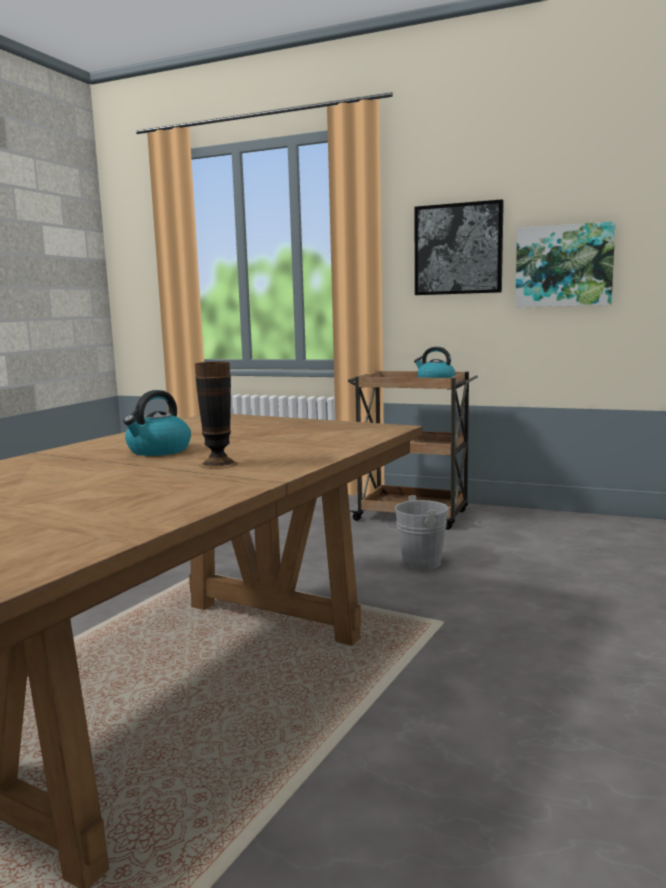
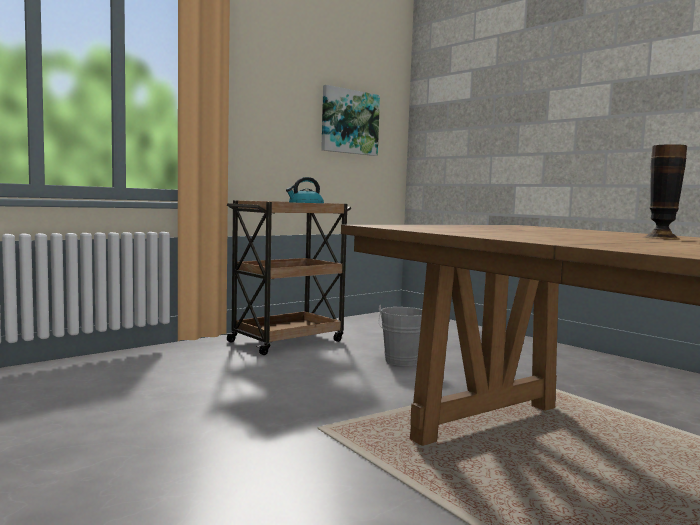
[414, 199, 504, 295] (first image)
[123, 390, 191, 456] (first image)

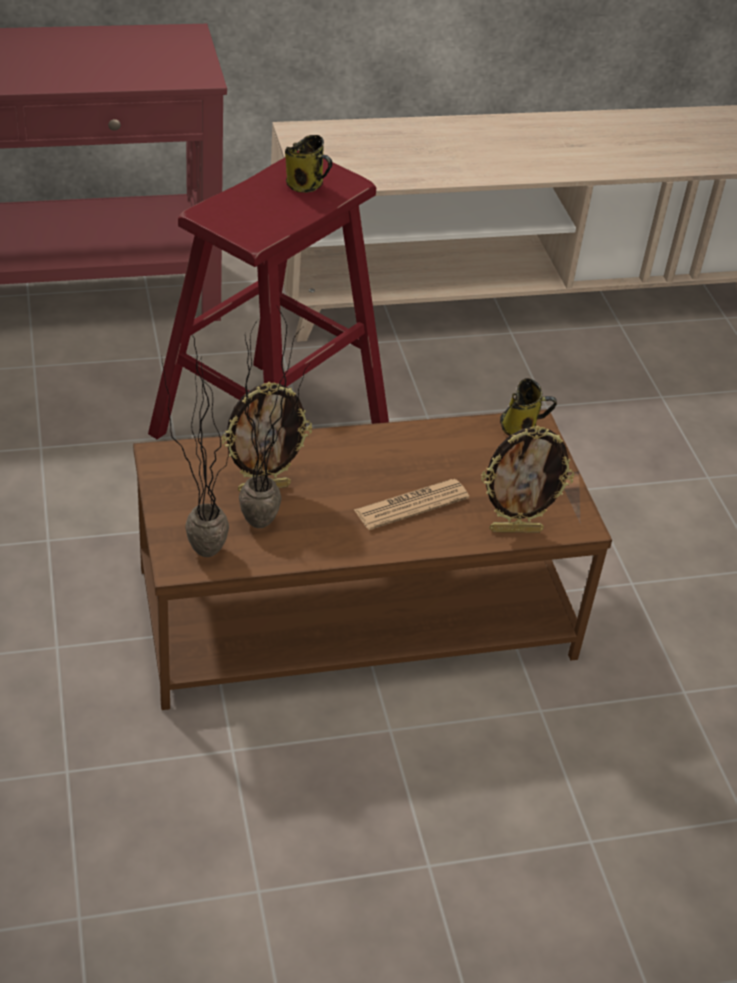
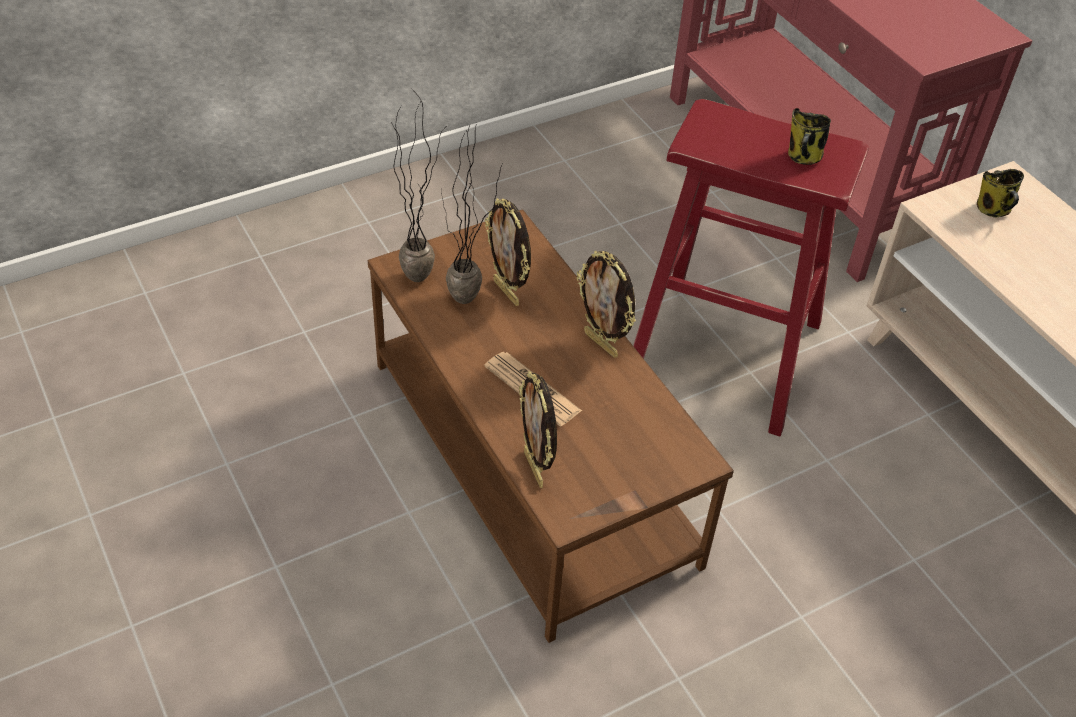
[977, 169, 1024, 217]
[577, 251, 636, 358]

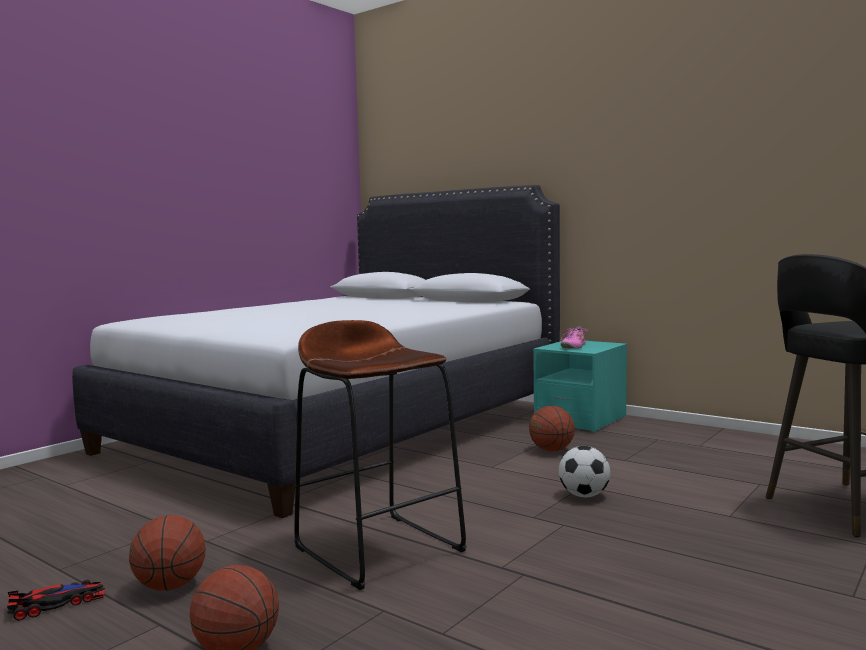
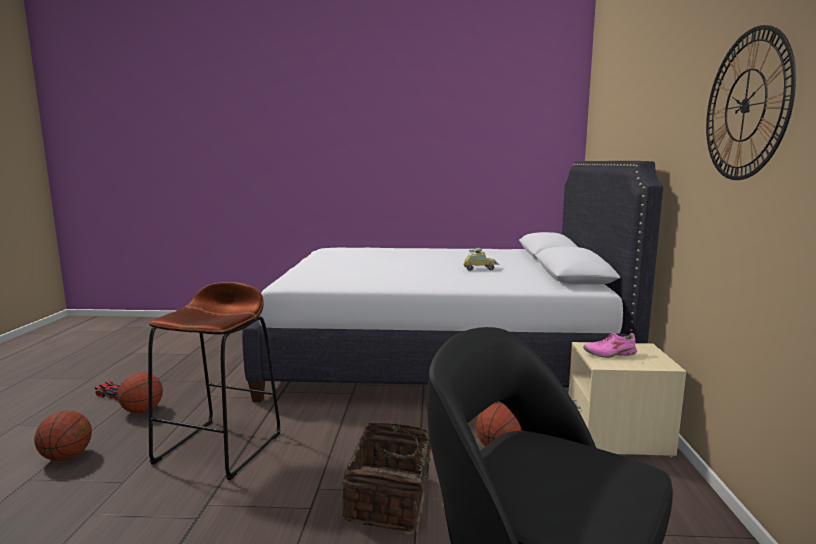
[568, 342, 687, 457]
[342, 423, 431, 532]
[706, 25, 796, 180]
[463, 248, 499, 271]

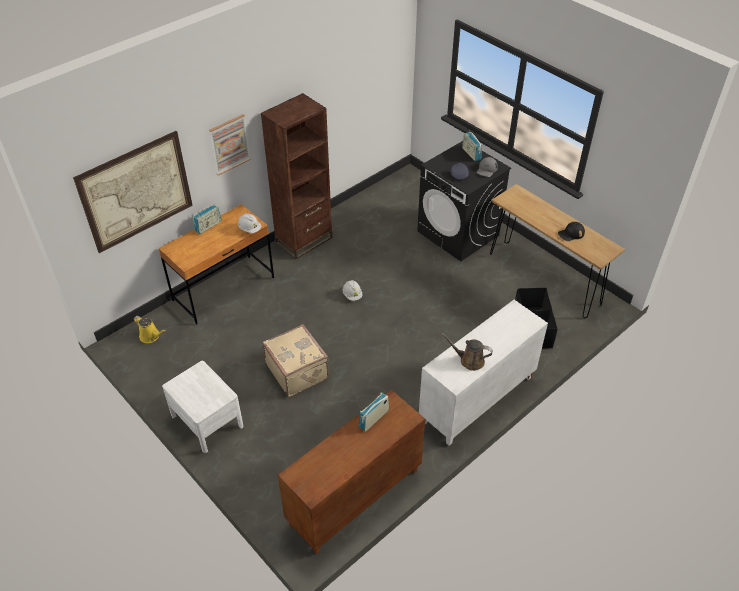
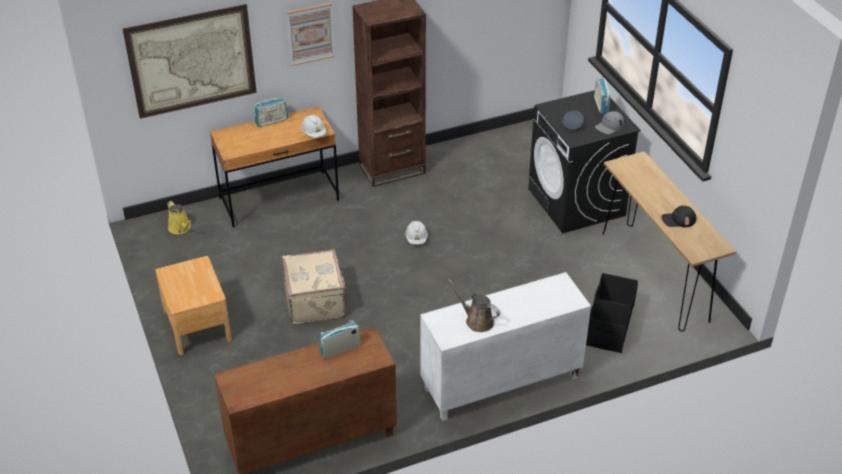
[155, 256, 232, 355]

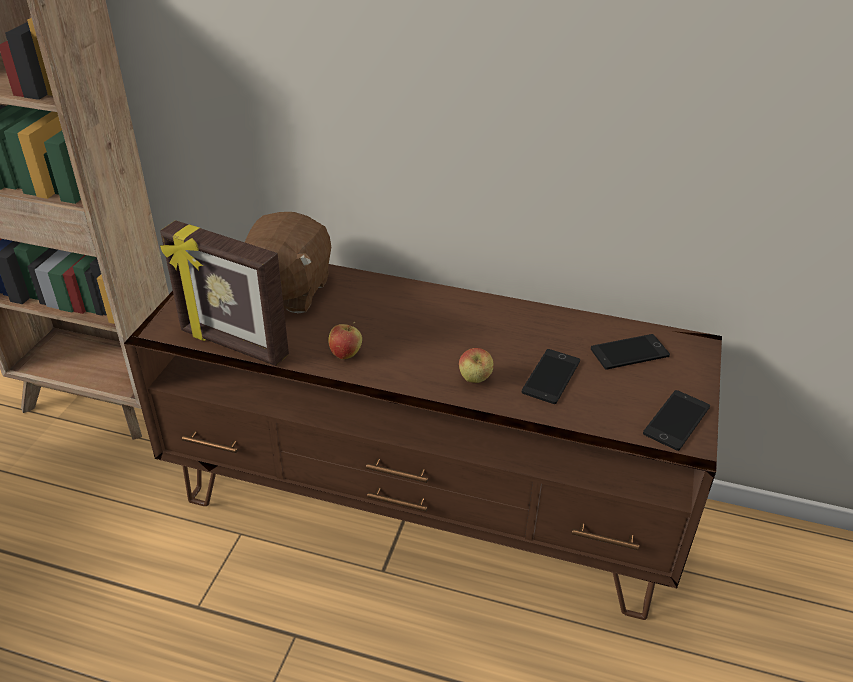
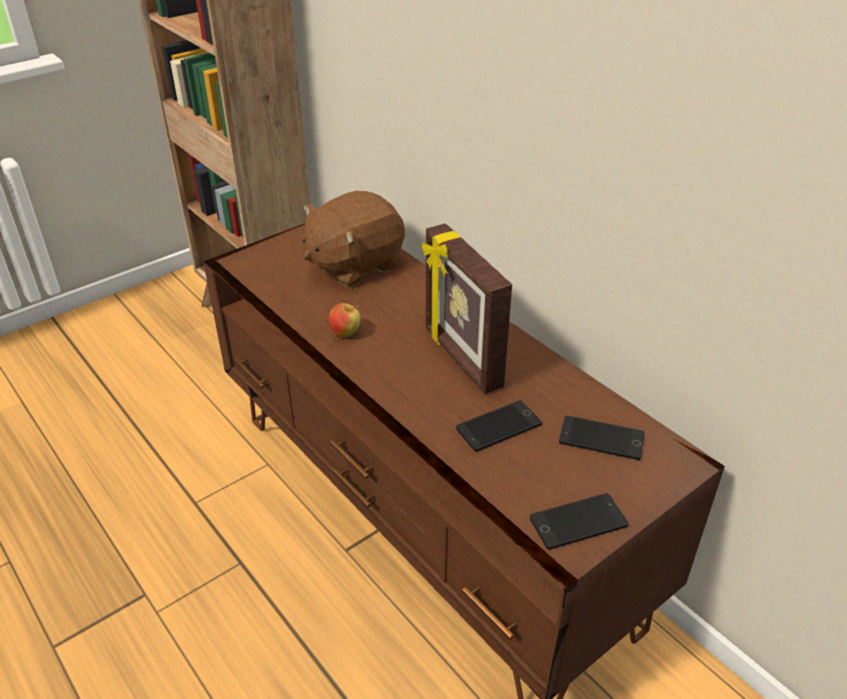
[422, 223, 512, 394]
[459, 348, 493, 383] (first image)

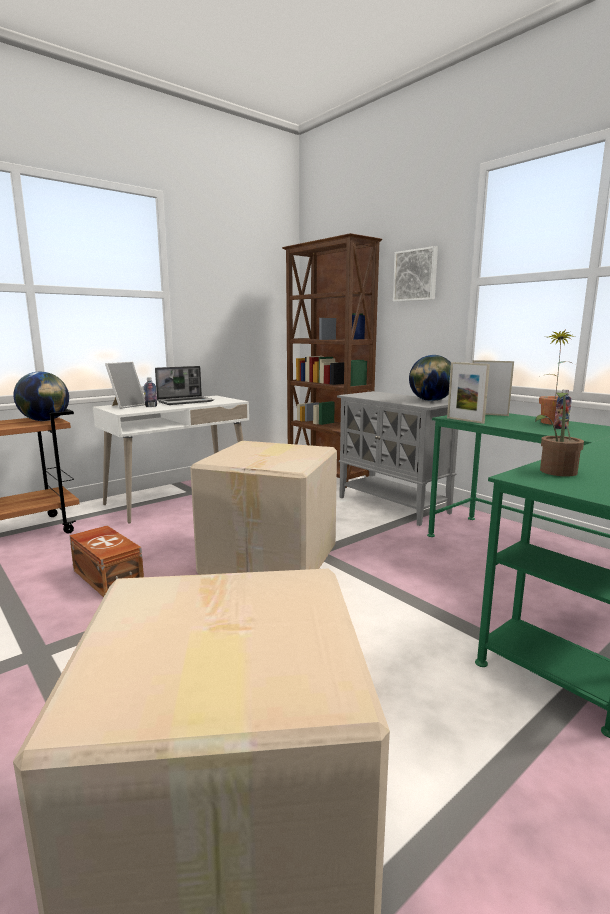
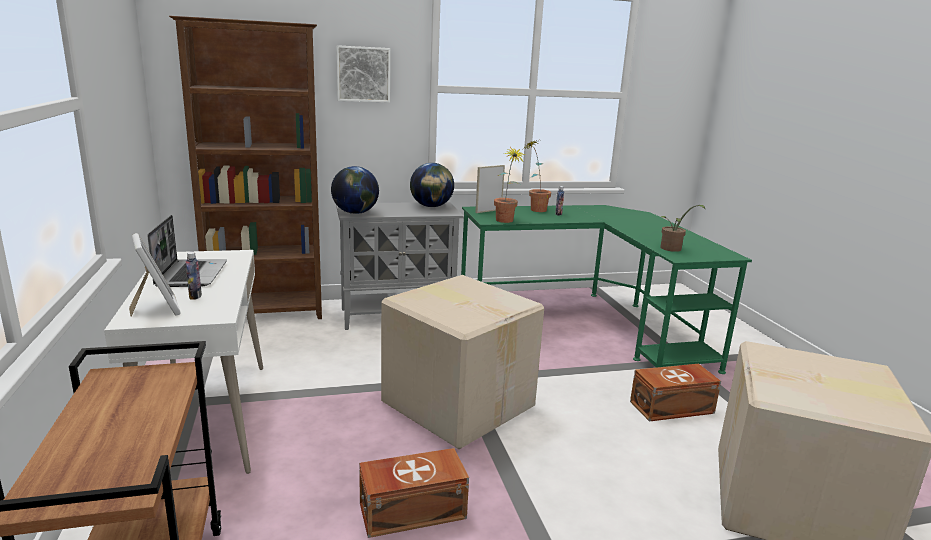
[494, 147, 526, 223]
[331, 166, 379, 214]
[630, 364, 721, 422]

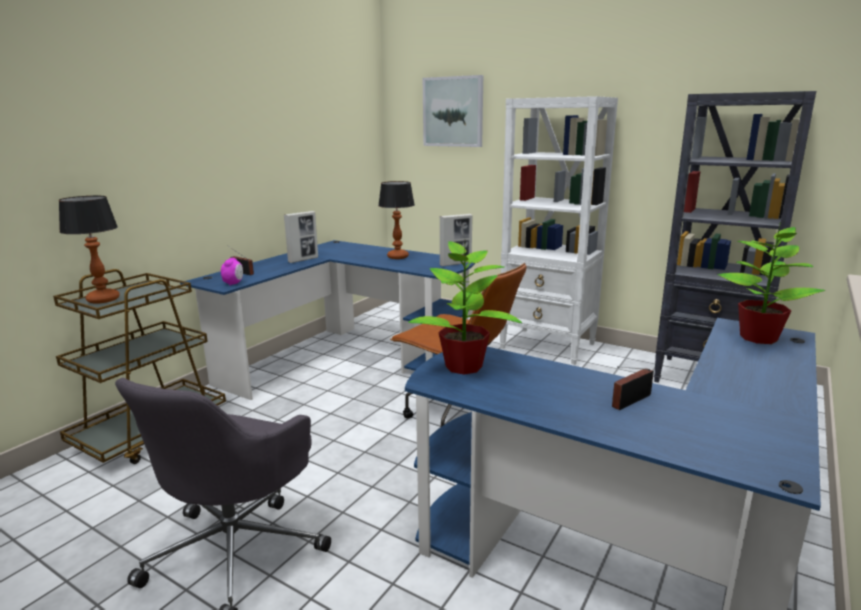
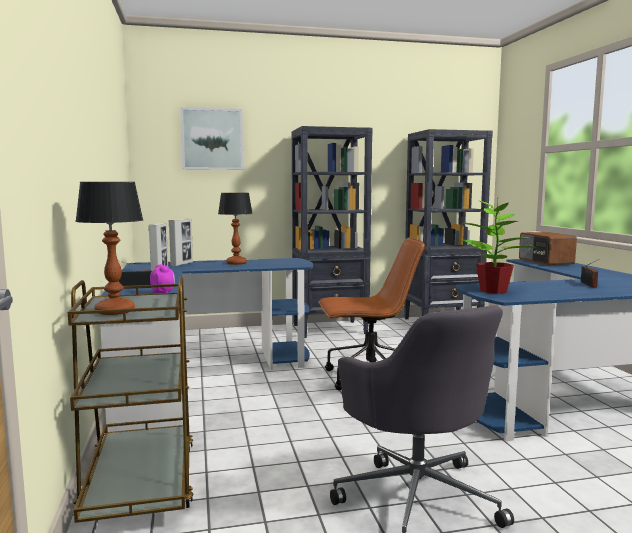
[292, 126, 373, 338]
[169, 219, 193, 266]
[519, 232, 577, 265]

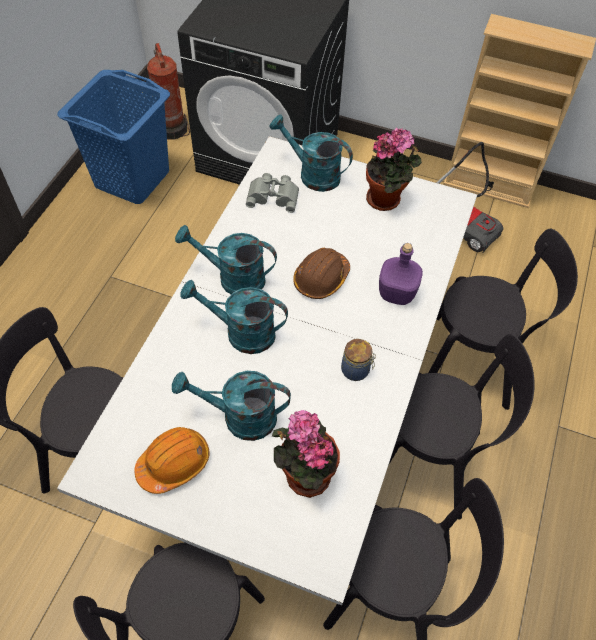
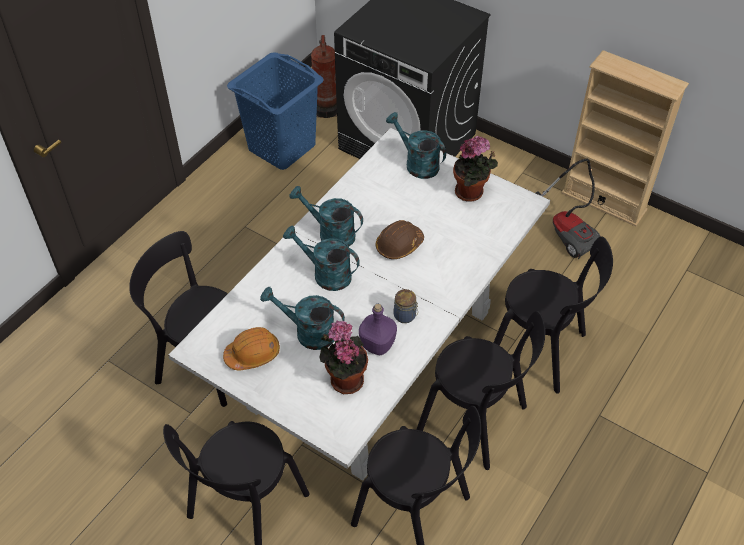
[246, 173, 299, 213] (first image)
[359, 304, 397, 355]

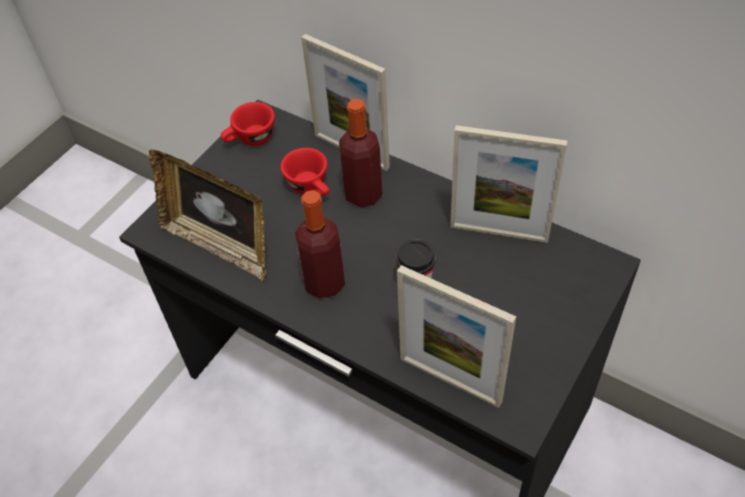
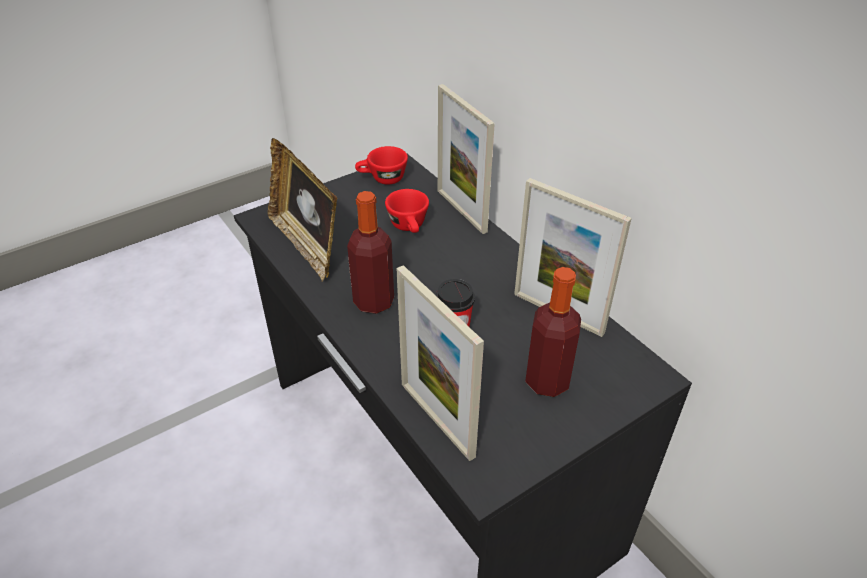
[525, 267, 581, 397]

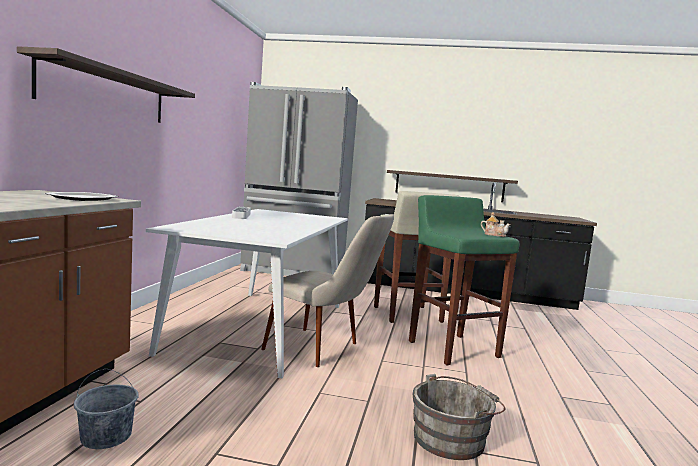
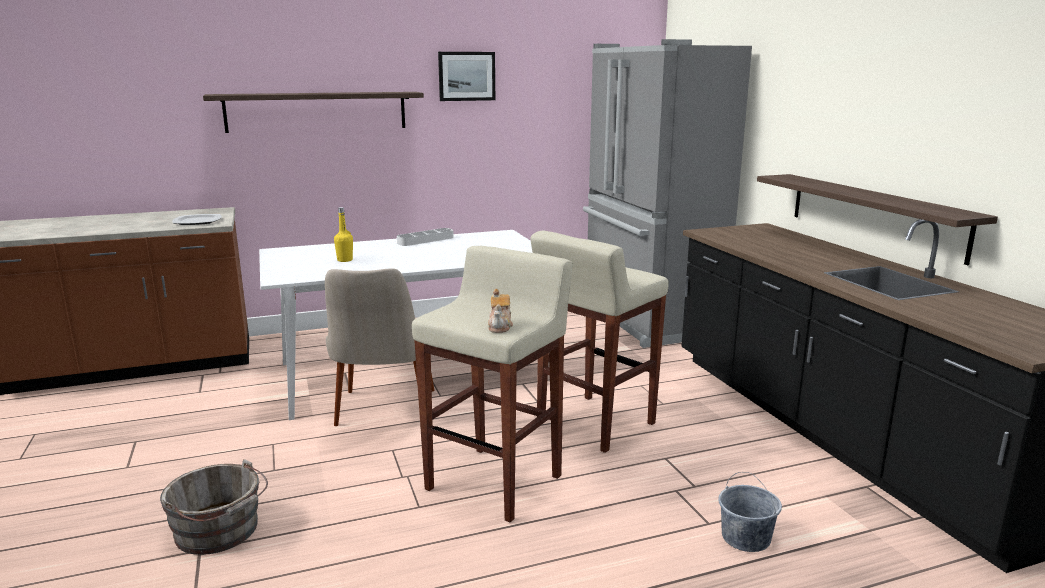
[412, 246, 573, 522]
[718, 472, 782, 552]
[438, 52, 495, 101]
[334, 207, 353, 262]

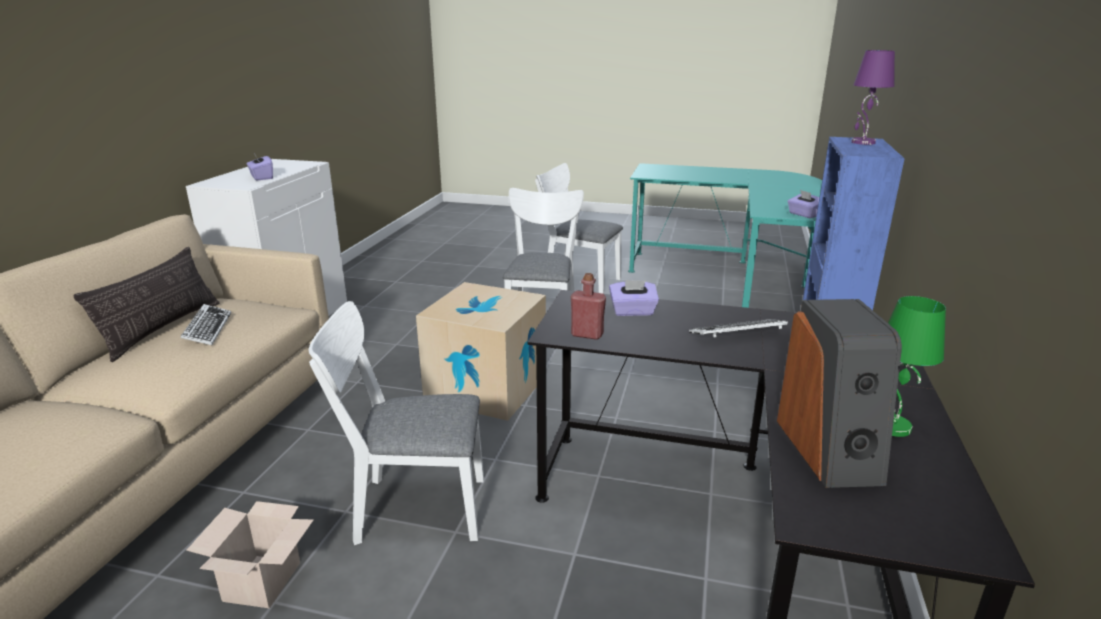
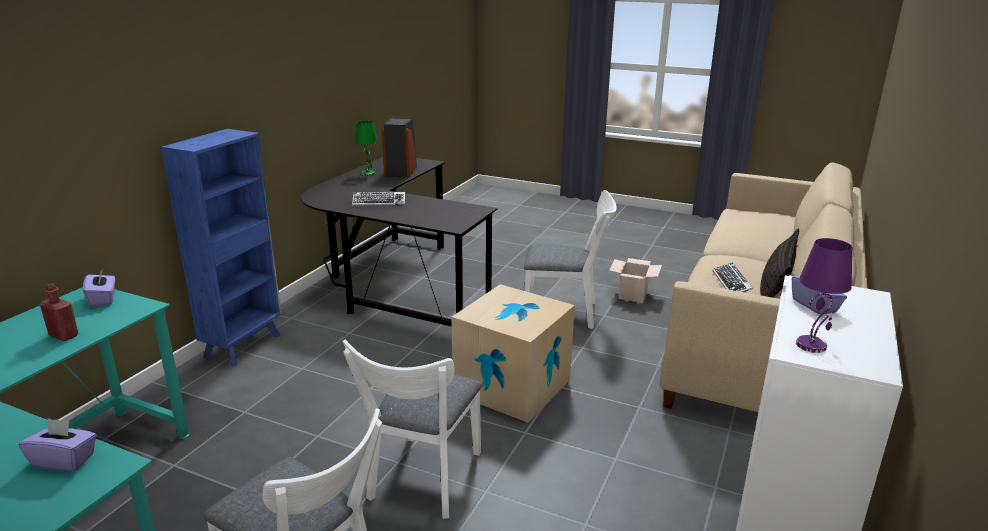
[796, 238, 852, 353]
[40, 283, 79, 341]
[19, 418, 97, 471]

